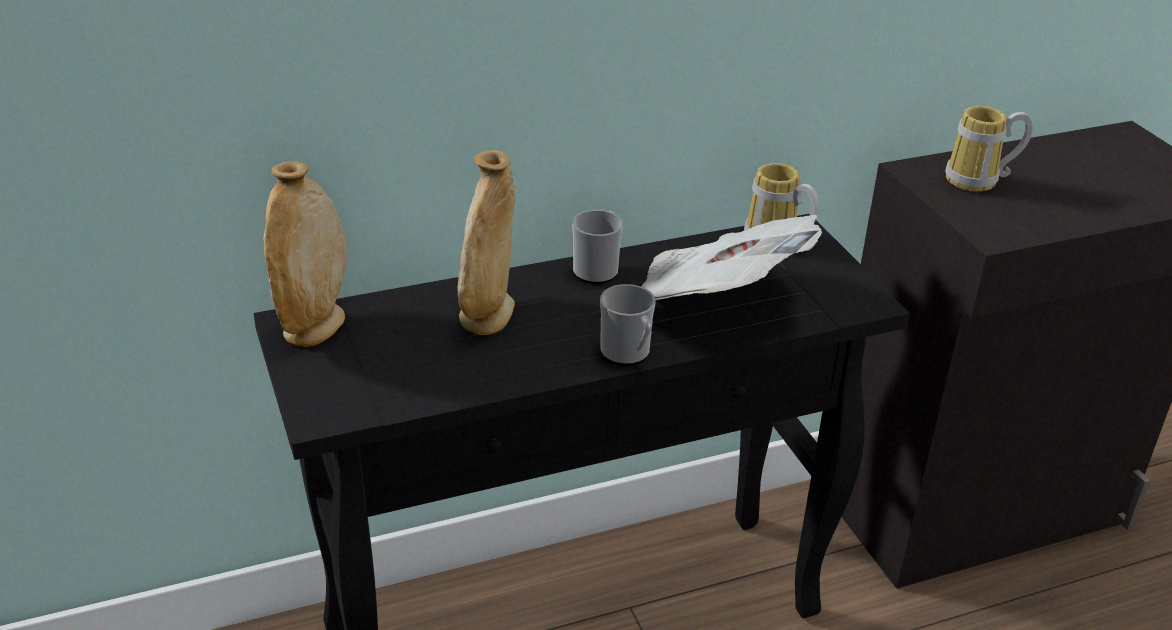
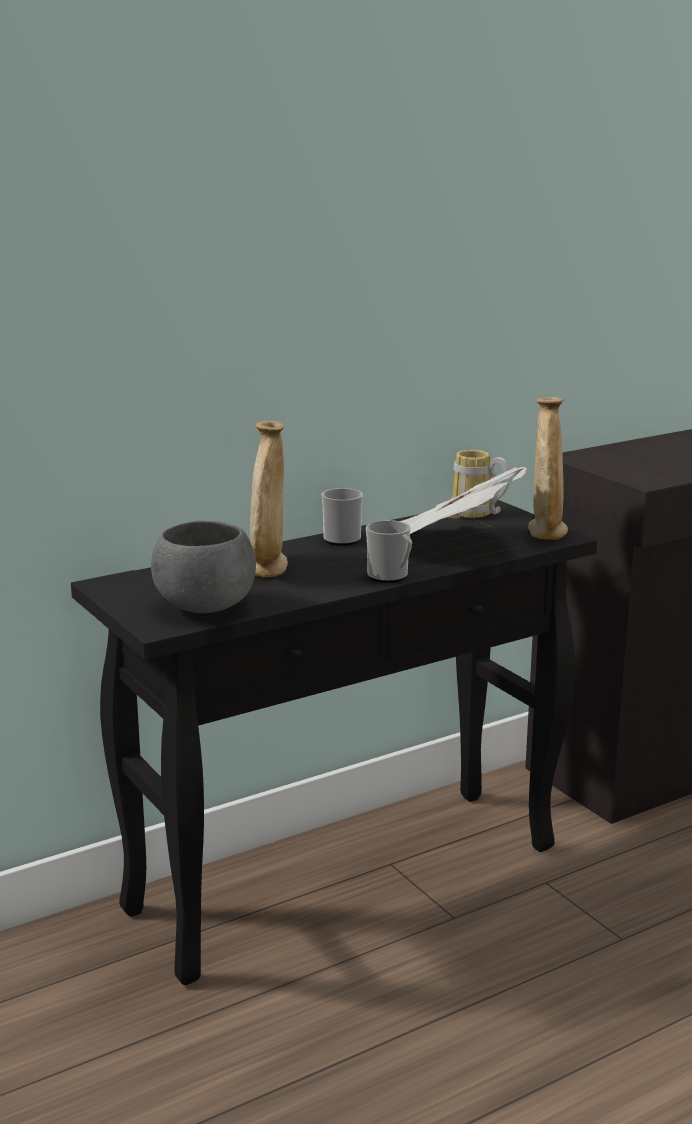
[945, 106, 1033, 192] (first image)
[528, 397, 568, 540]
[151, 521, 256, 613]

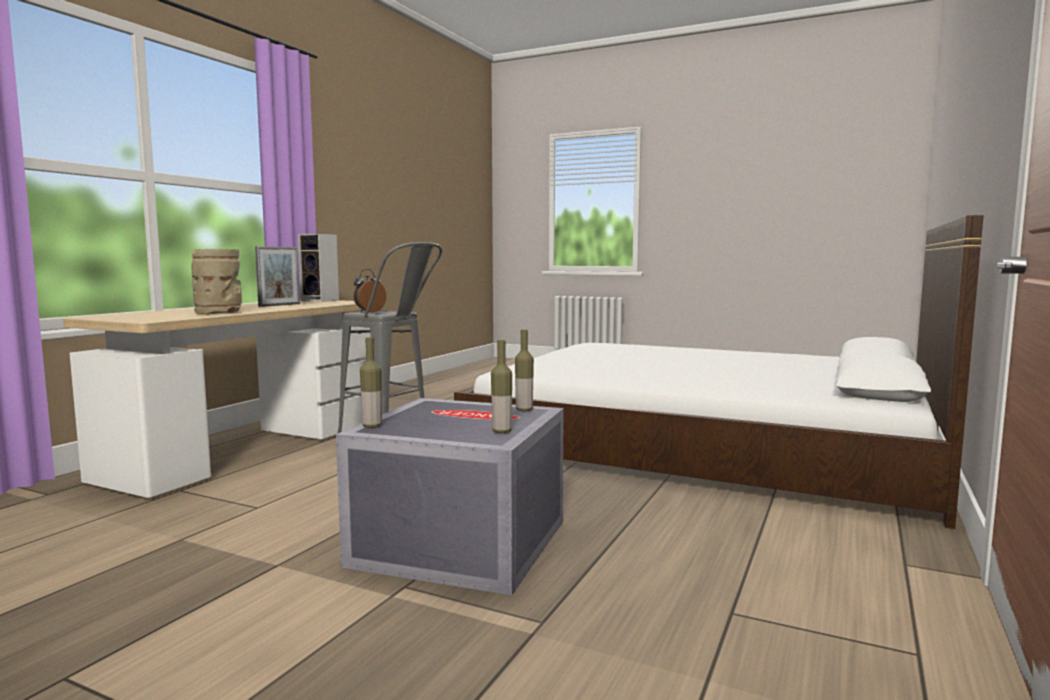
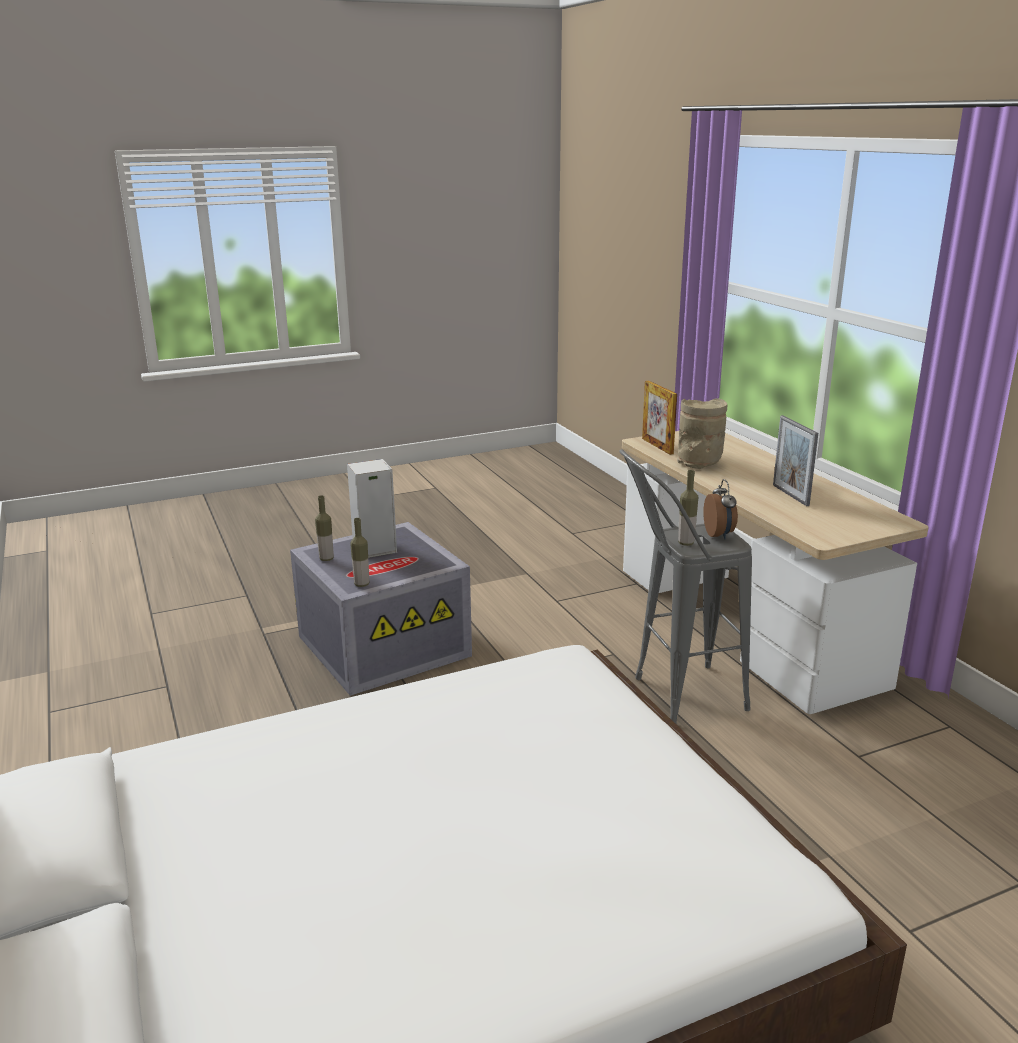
[347, 459, 397, 558]
[678, 470, 698, 546]
[642, 381, 677, 455]

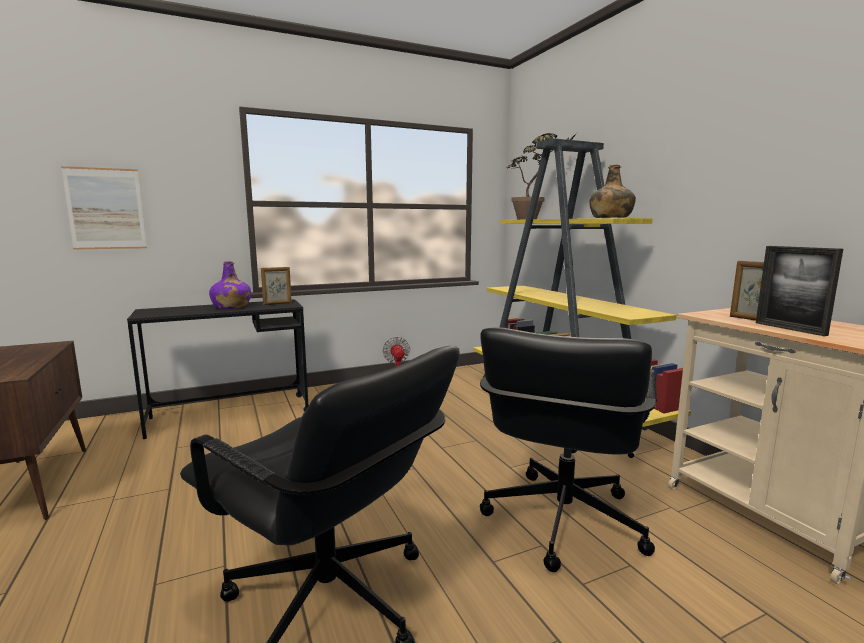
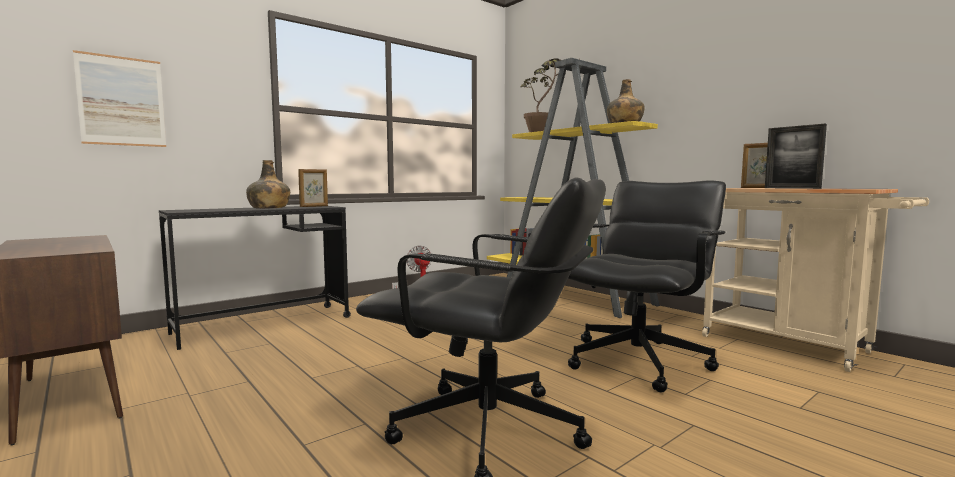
[246, 160, 290, 209]
[568, 180, 726, 392]

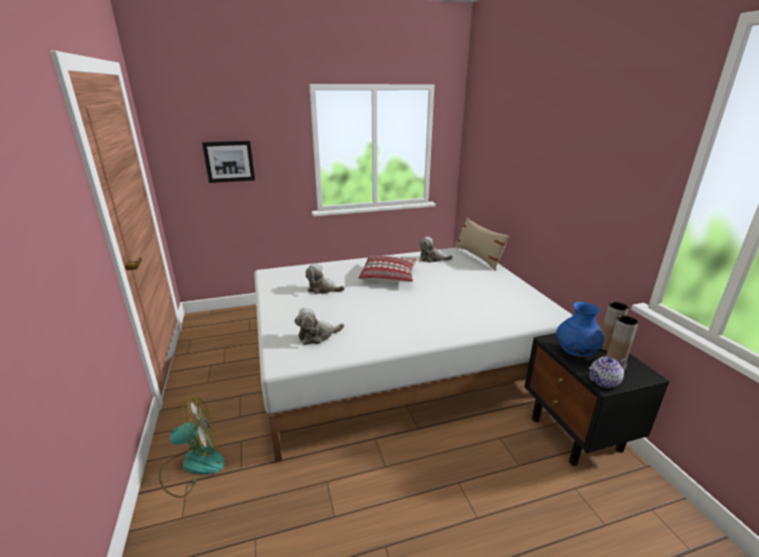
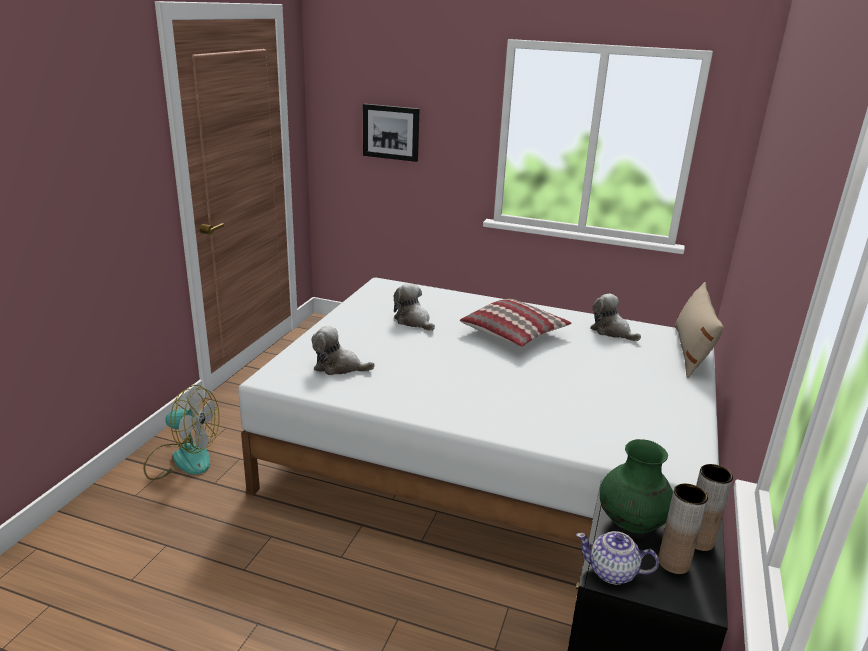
[600, 439, 673, 534]

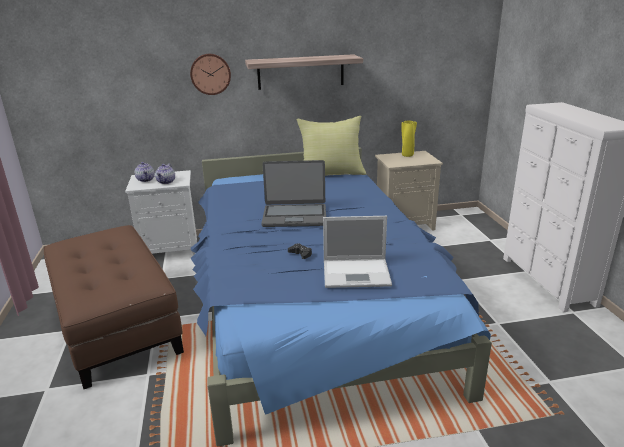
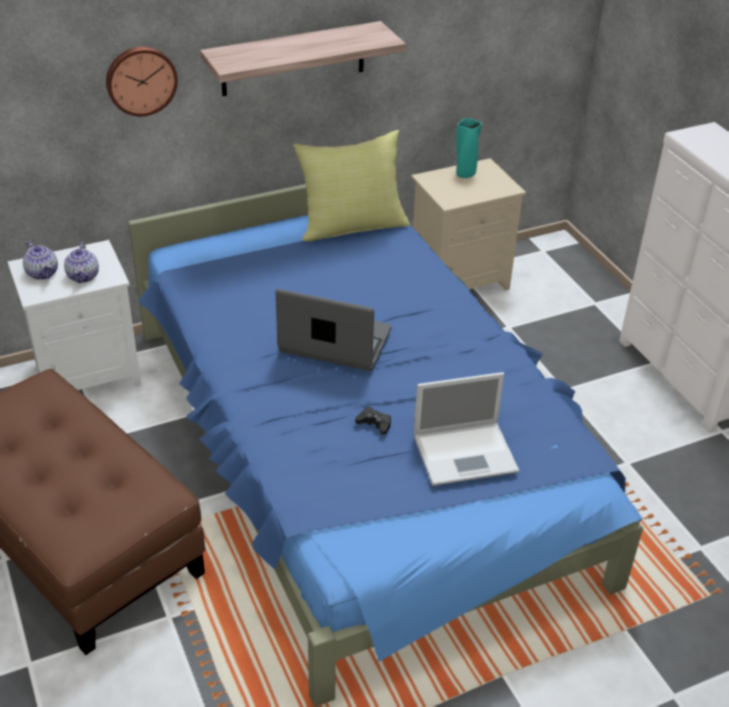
[456, 118, 482, 178]
[276, 289, 392, 371]

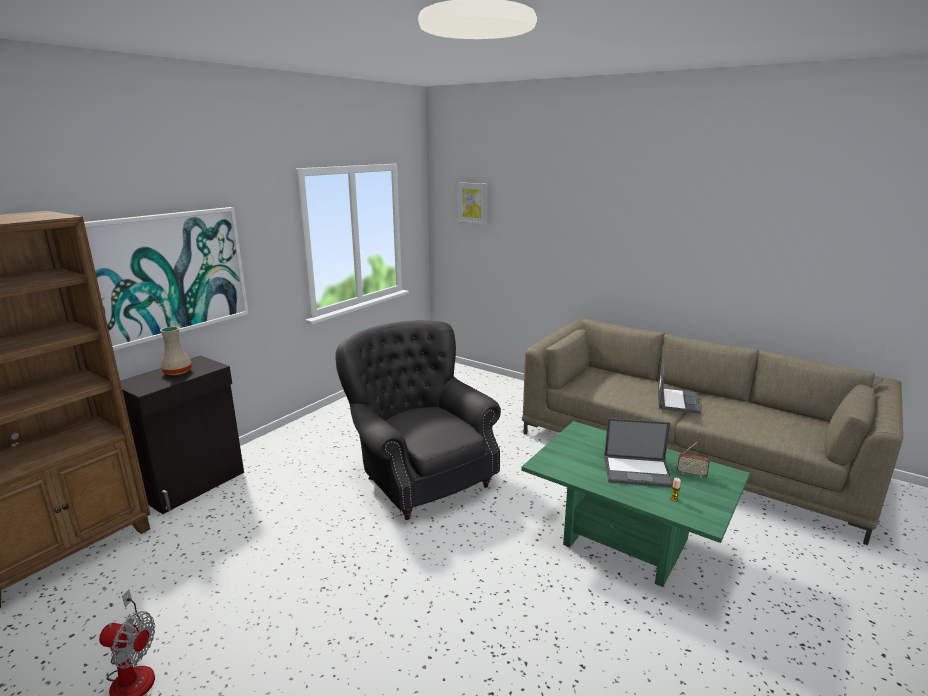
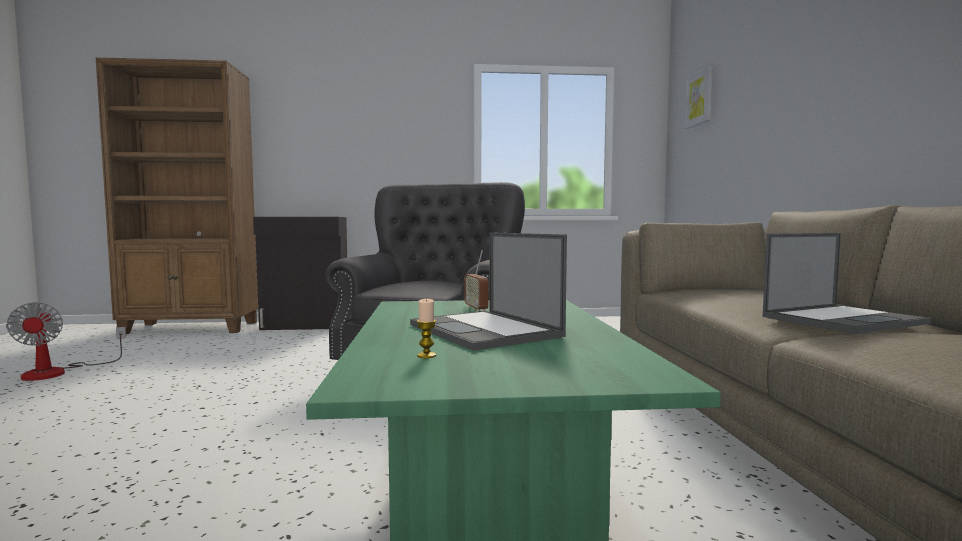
[84, 207, 249, 351] (first image)
[160, 327, 192, 375] (first image)
[464, 250, 489, 312]

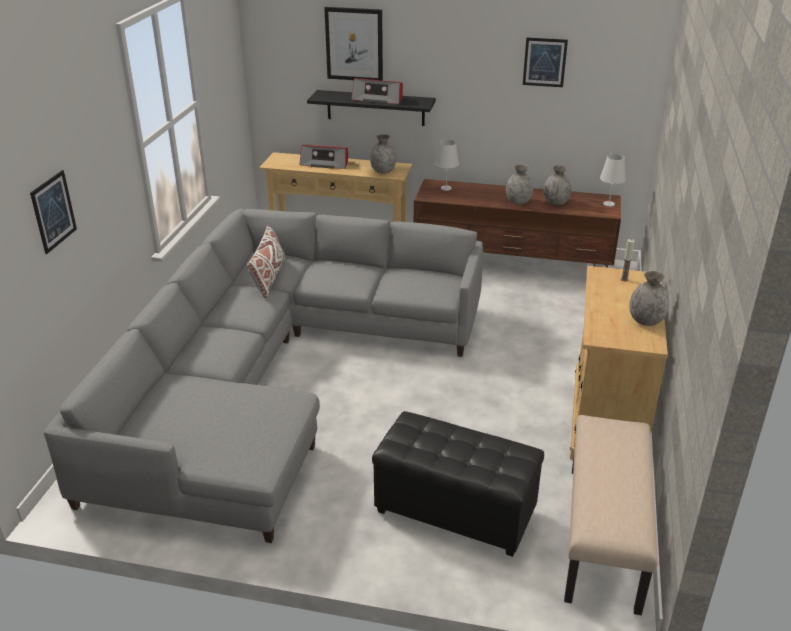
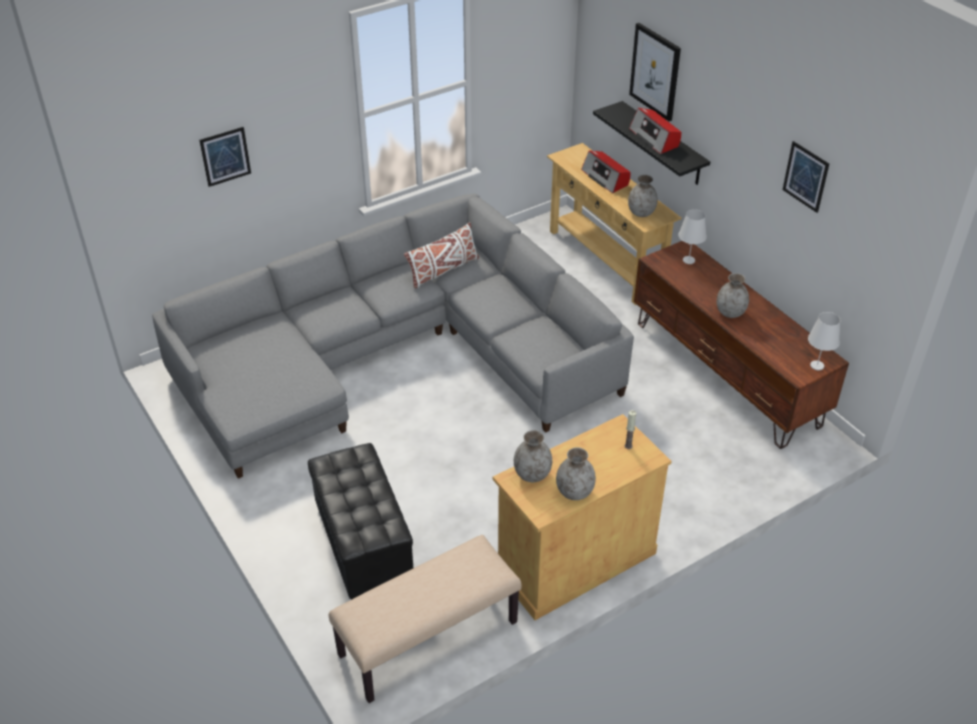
[514, 430, 552, 482]

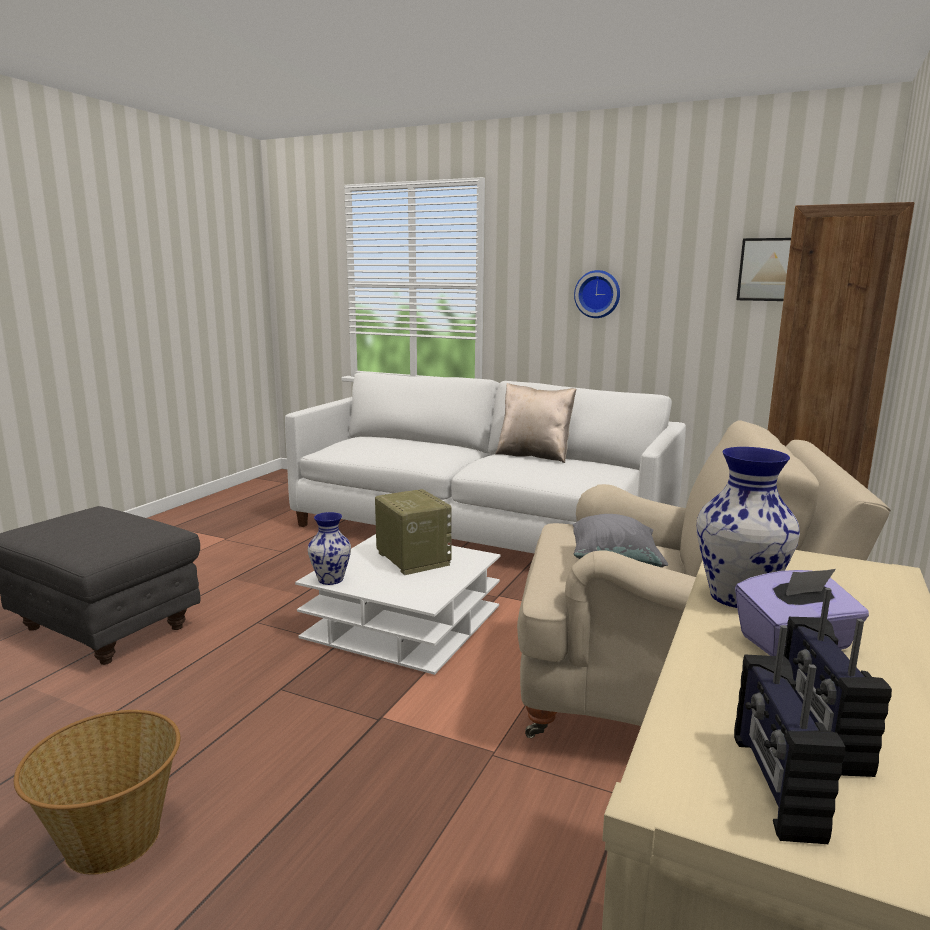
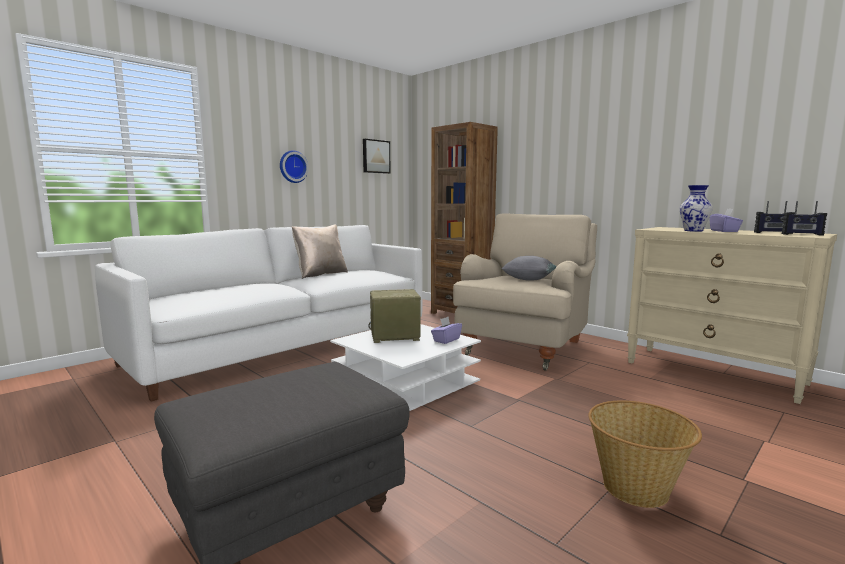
[308, 512, 351, 585] (first image)
[431, 316, 462, 344]

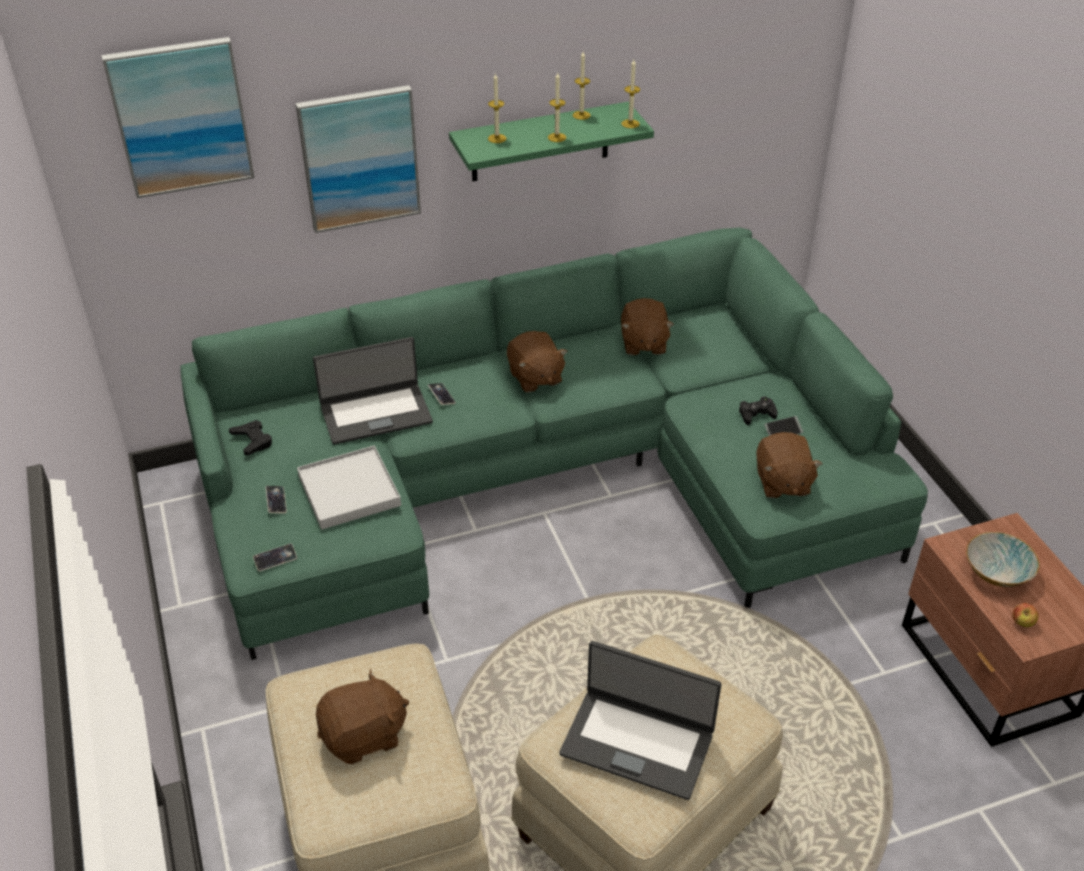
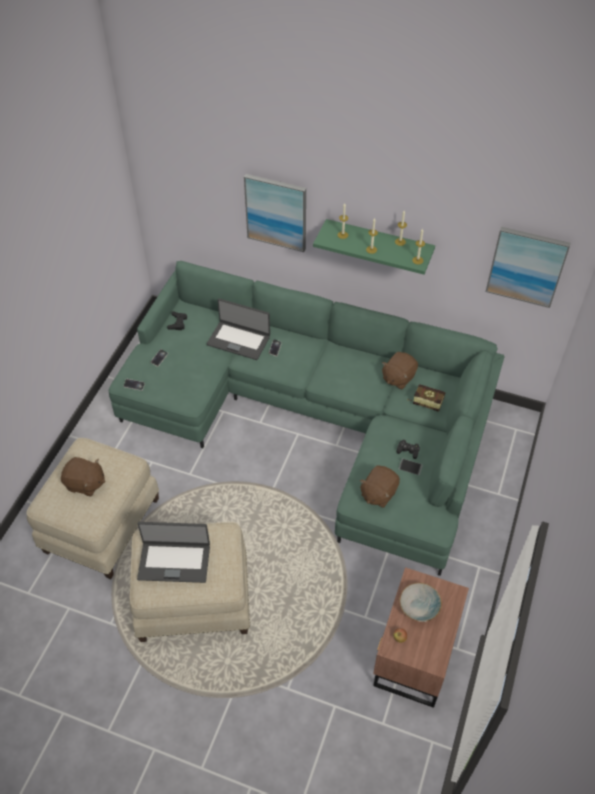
[486, 227, 571, 308]
[507, 331, 568, 393] (first image)
[297, 445, 401, 530] (first image)
[137, 522, 210, 583]
[407, 385, 445, 412]

